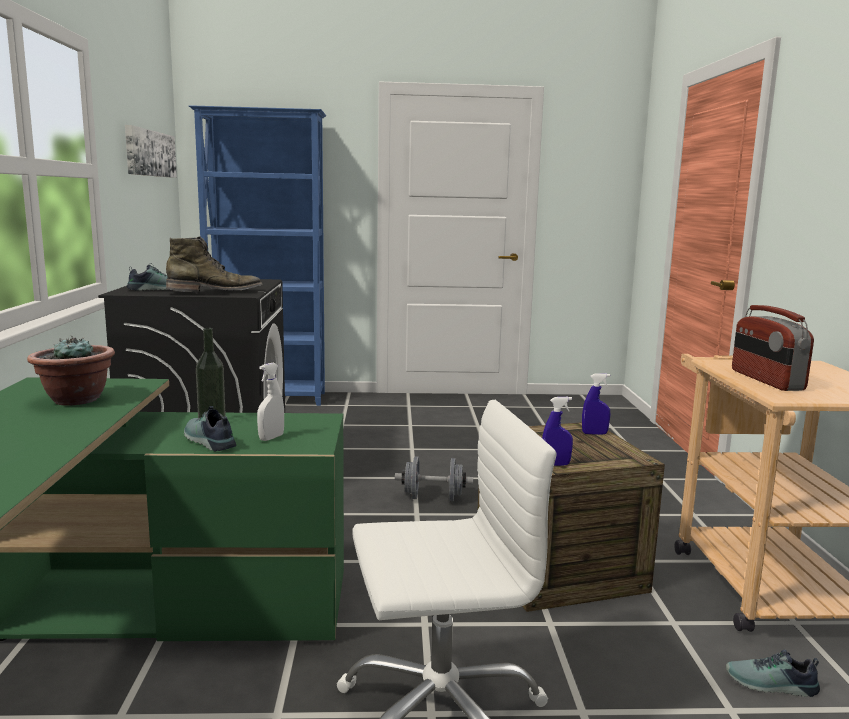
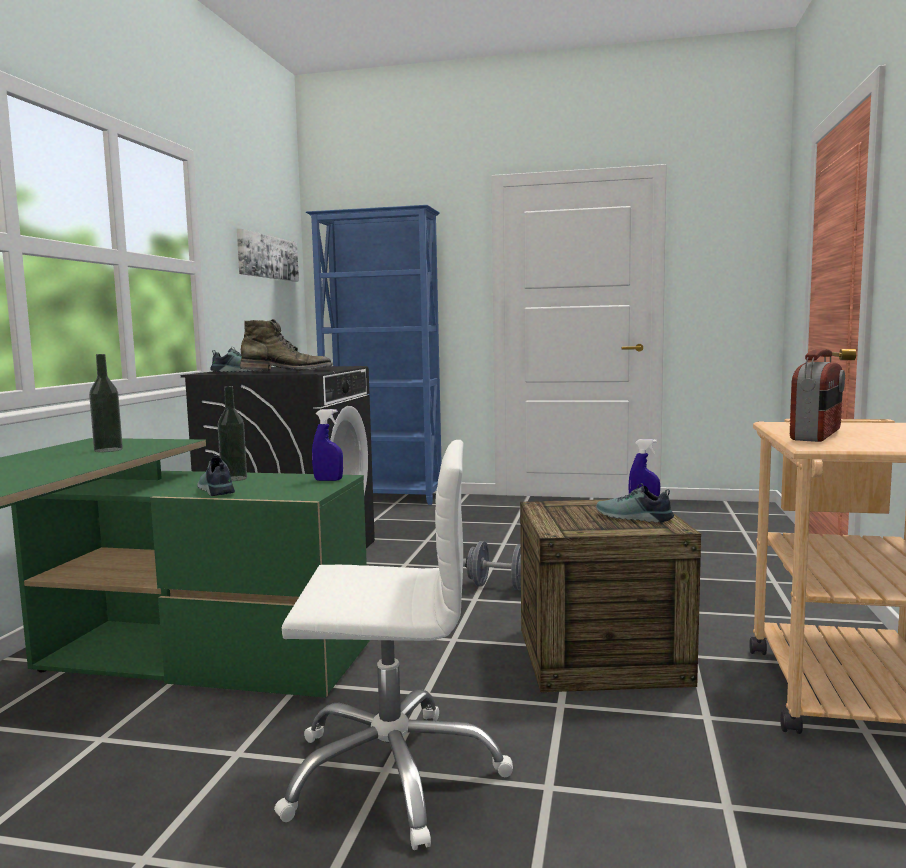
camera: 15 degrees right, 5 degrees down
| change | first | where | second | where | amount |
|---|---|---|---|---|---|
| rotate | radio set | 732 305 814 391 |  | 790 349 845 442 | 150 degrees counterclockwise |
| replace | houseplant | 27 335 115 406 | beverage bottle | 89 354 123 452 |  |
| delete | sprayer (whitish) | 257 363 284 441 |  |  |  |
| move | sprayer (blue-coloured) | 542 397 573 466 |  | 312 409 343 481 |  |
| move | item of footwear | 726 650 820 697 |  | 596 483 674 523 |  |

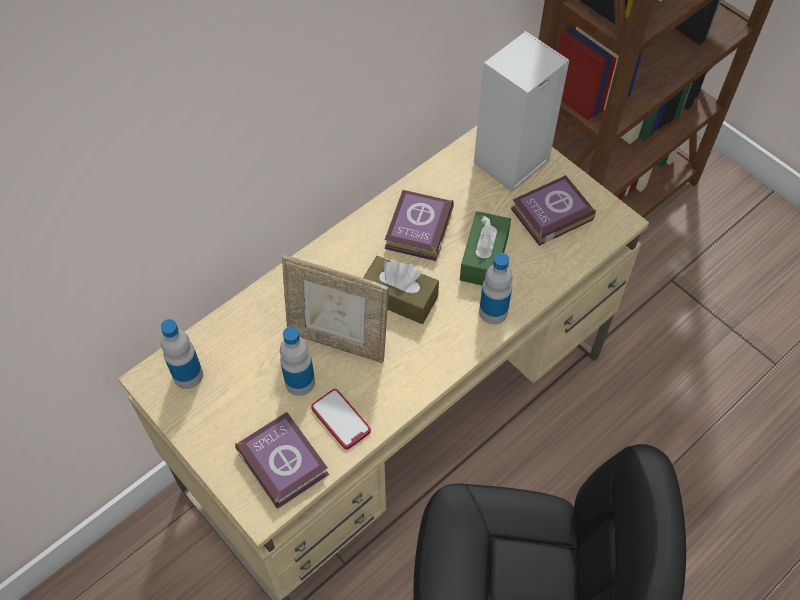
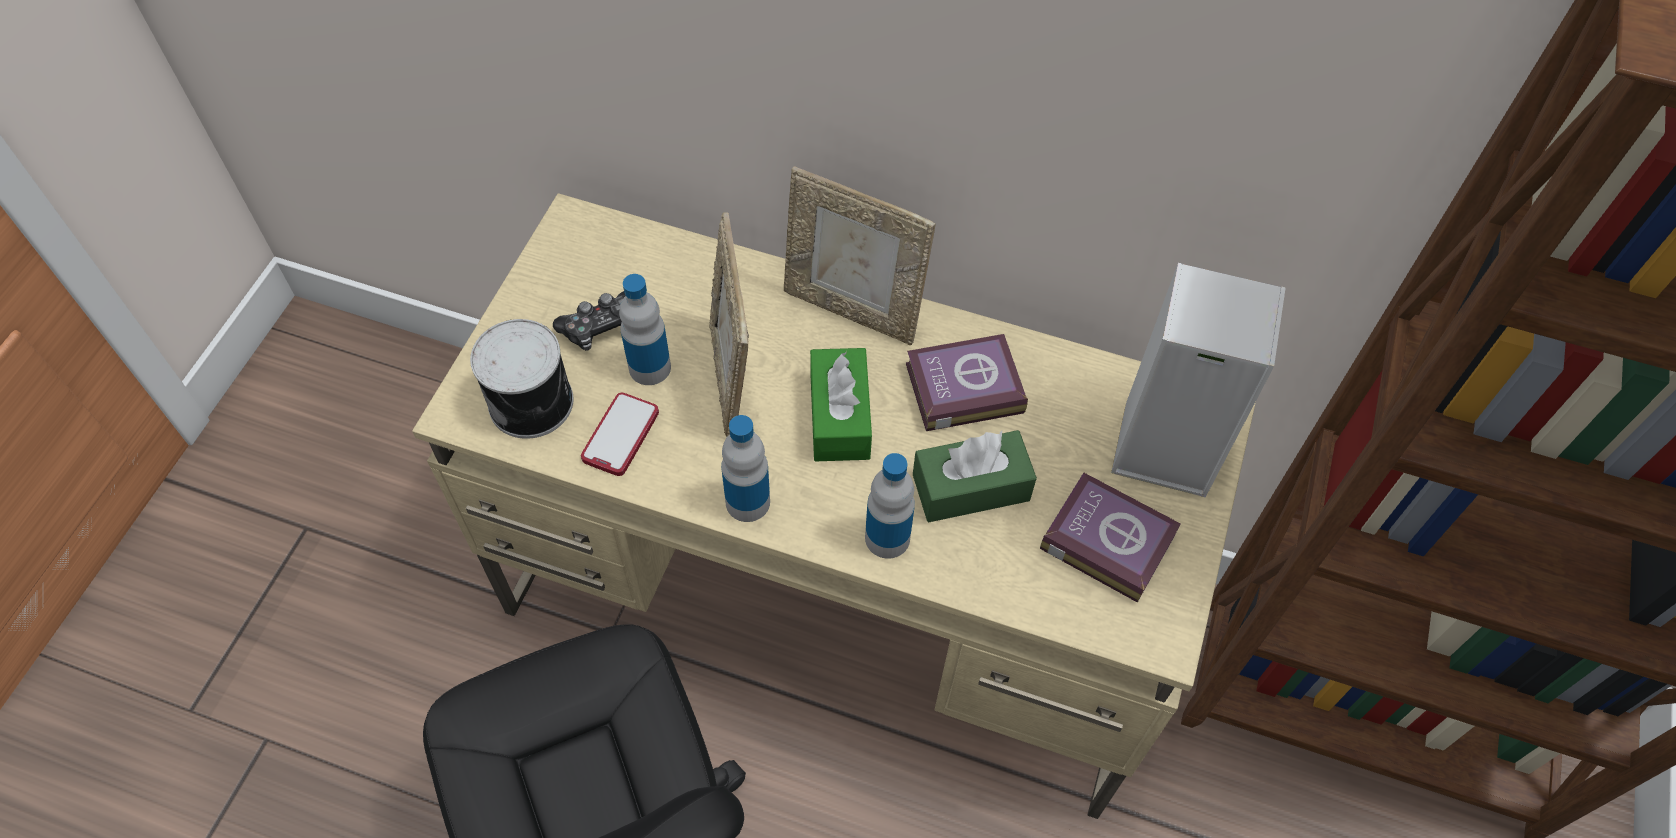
camera: 60 degrees right, 0 degrees up
| change | first | where | second | where | amount |
|---|---|---|---|---|---|
| recolor | box of tissues (brown) | 363 256 439 324 | box of tissues (greenish) | 810 348 872 461 |  |
| move | beverage bottle | 161 319 203 389 |  | 721 415 770 522 |  |
| replace | bound book | 235 412 329 509 | can | 470 319 574 439 |  |
| insert |  |  | standing frame | 784 166 936 345 |  |
| insert |  |  | game controller | 553 291 626 351 |  |

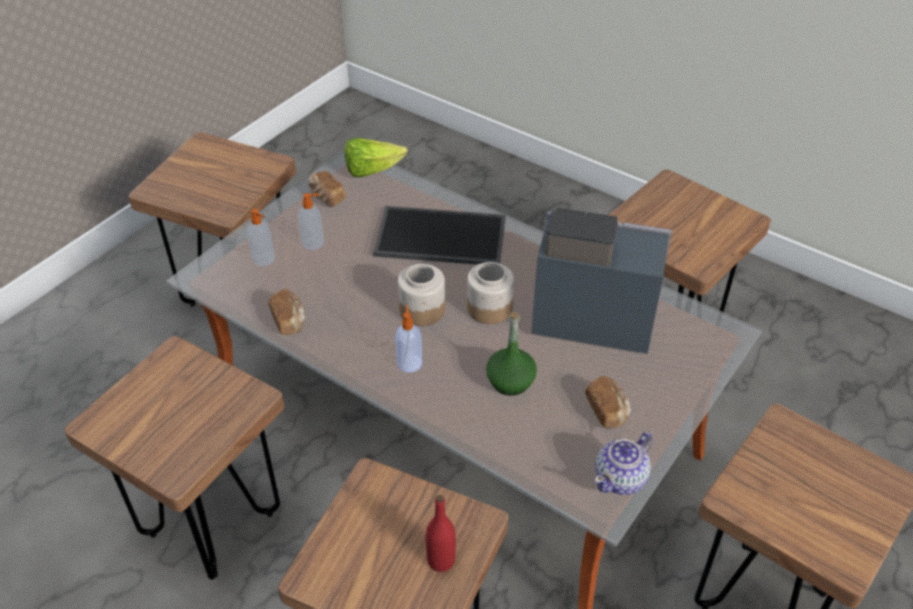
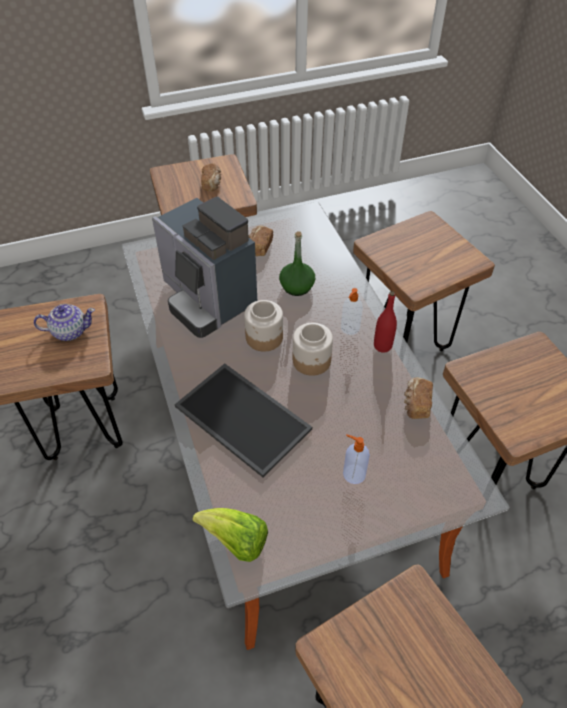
camera: 145 degrees left, 5 degrees up
| change | first | where | second | where | amount |
|---|---|---|---|---|---|
| move | bakery bread | 308 171 346 207 |  | 201 163 221 191 |  |
| delete | soap dispenser | 247 209 275 266 |  |  |  |
| move | pot for tea | 595 432 653 495 |  | 34 304 95 341 |  |
| move | beverage bottle (red-coloured) | 426 495 456 572 |  | 374 292 397 353 |  |

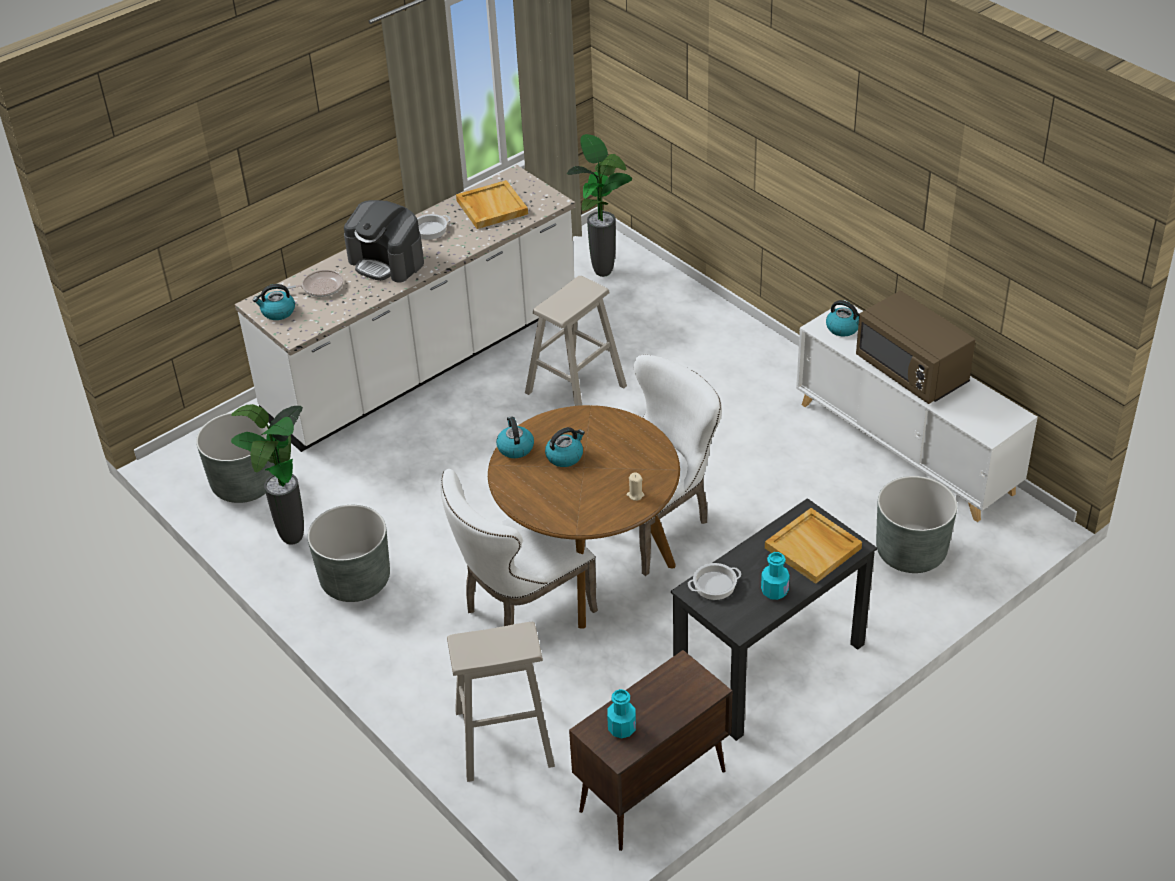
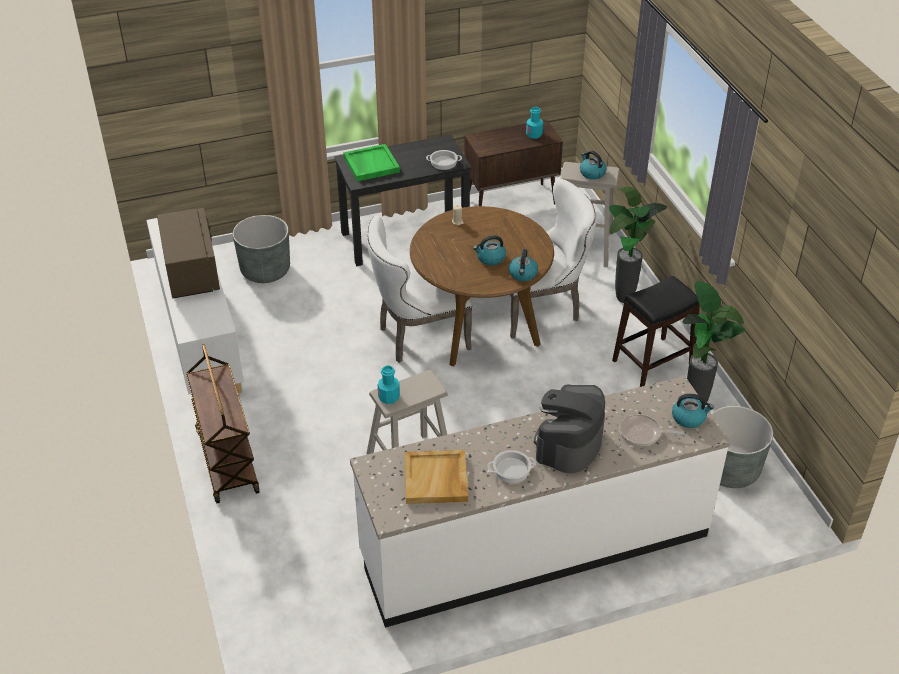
camera: 160 degrees left, 0 degrees up
| change | first | where | second | where | amount |
|---|---|---|---|---|---|
| move | houseplant | 567 134 632 277 |  | 609 187 667 303 |  |
| rotate | coffee brewer | 344 200 424 282 |  | 534 384 605 473 | 120 degrees counterclockwise |
| move | water kettle | 826 300 859 336 |  | 580 151 607 179 |  |
| replace | planter (gray) | 308 505 390 602 | stool (black) | 612 276 700 387 |  |
| recolor | carrying tray (sand-coloured) | 765 508 862 584 | carrying tray (greenish) | 343 144 400 181 |  |
| move | beverage bottle (turquoise-coloured) | 761 552 790 600 |  | 378 365 400 404 |  |
| insert |  |  | cart (brown) | 186 344 260 503 |  |

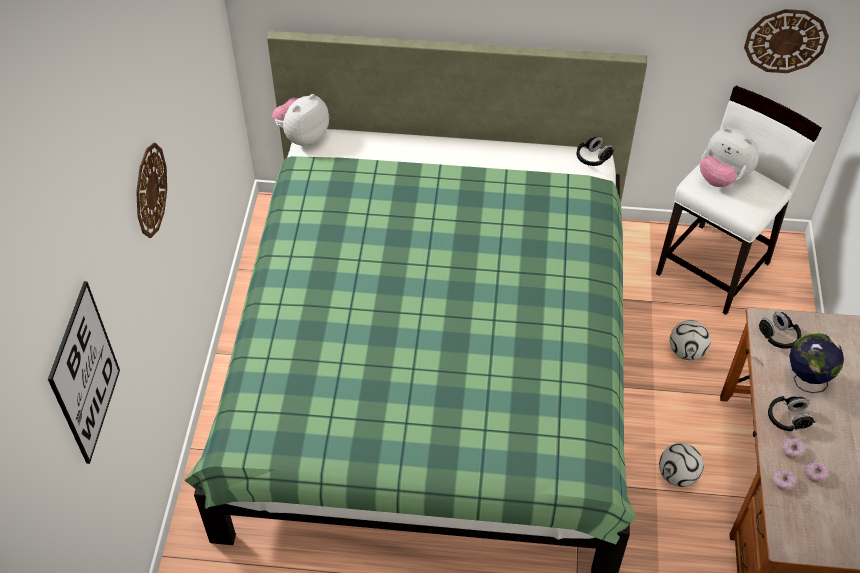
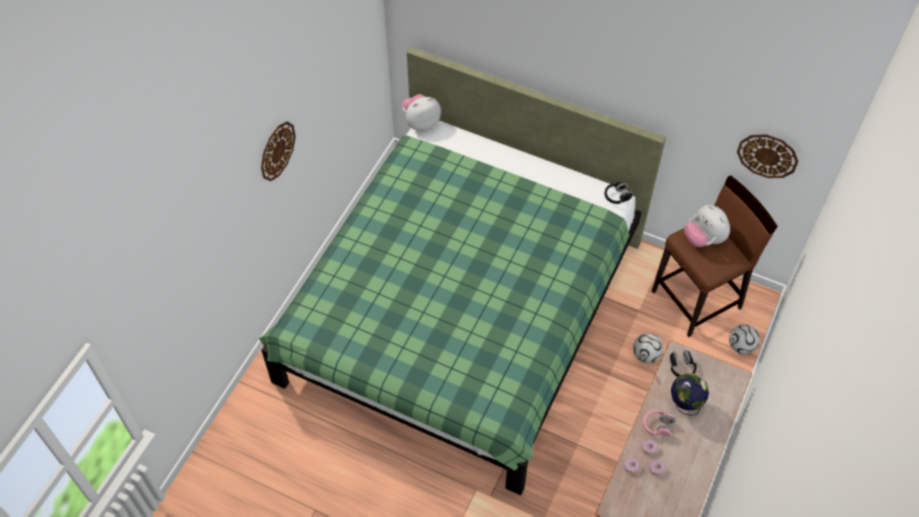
camera: 20 degrees right, 5 degrees up
| change | first | where | second | where | amount |
|---|---|---|---|---|---|
| recolor | stool (whitish) | 656 86 822 315 | stool (brown) | 652 176 778 337 |  |
| delete | wall picture | 48 281 120 464 |  |  |  |
| recolor | headset (black) | 768 396 816 432 | headset (pink) | 643 410 675 436 |  |
| move | ball for football | 659 443 704 487 |  | 729 324 760 354 |  |

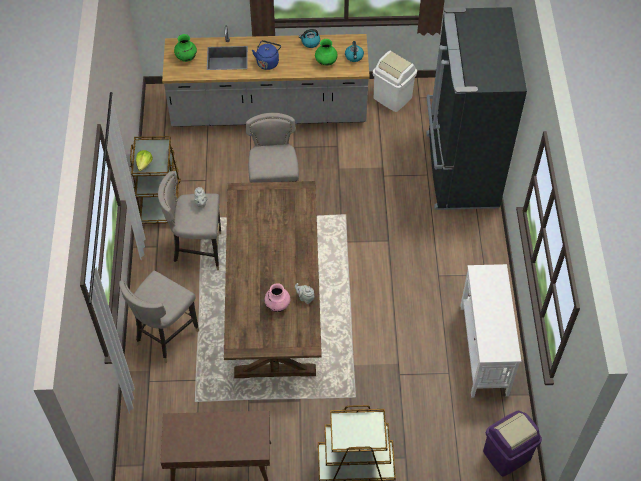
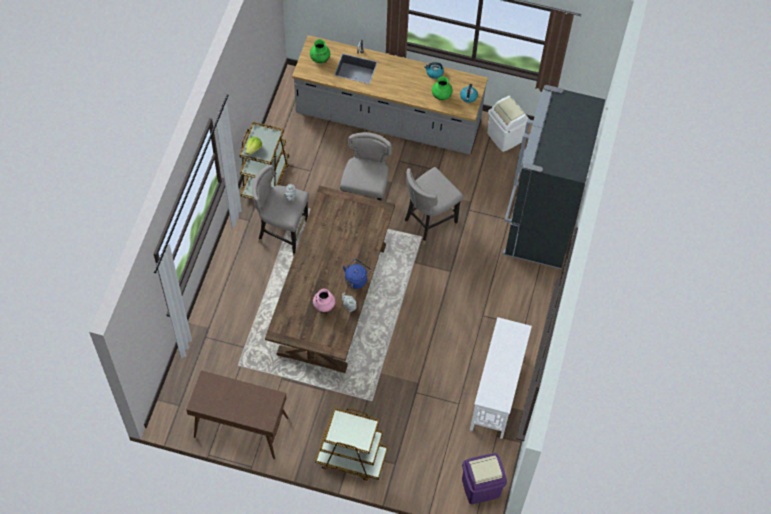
camera: 15 degrees right, 5 degrees up
| change | first | where | second | where | amount |
|---|---|---|---|---|---|
| move | water kettle (blue-coloured) | 252 40 281 70 |  | 343 259 371 289 |  |
| move | stool (gray) | 119 271 199 363 |  | 403 167 463 245 |  |

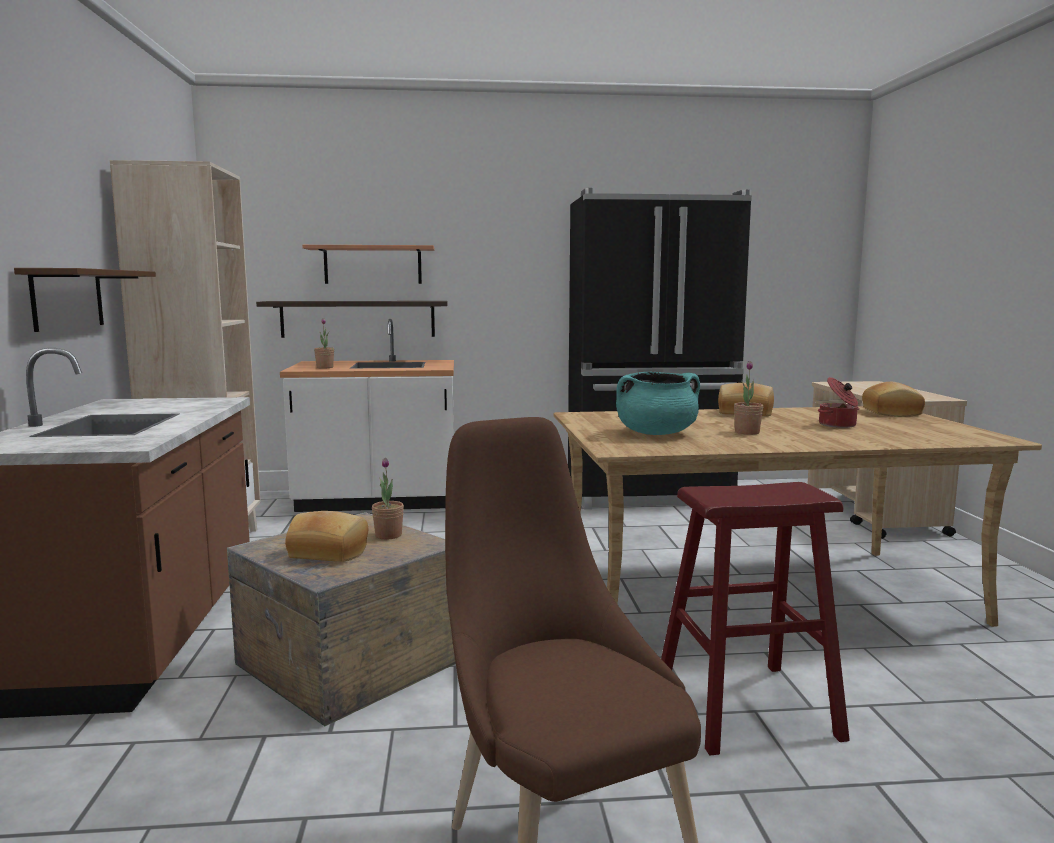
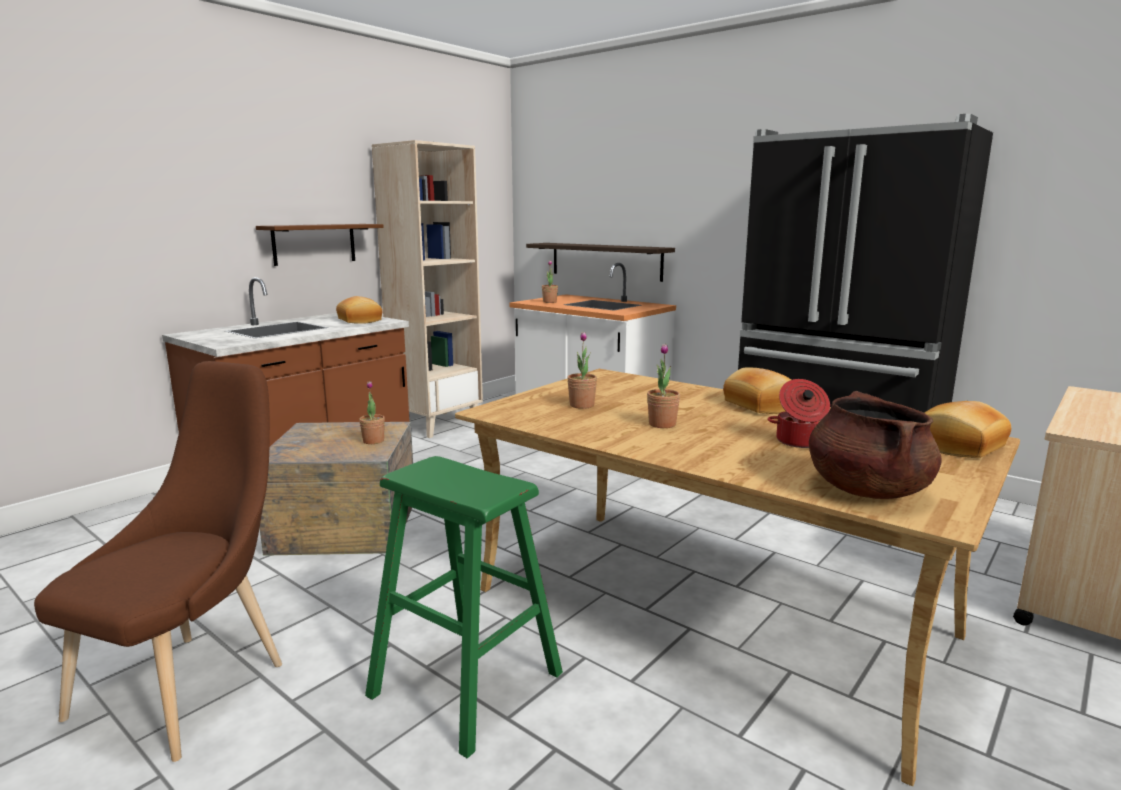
camera: 45 degrees right, 5 degrees up
| change | first | where | second | where | amount |
|---|---|---|---|---|---|
| delete | wall shelf | 302 245 435 284 |  |  |  |
| replace | stockpot (turquoise-coloured) | 616 371 700 435 | houseplant | 567 332 597 409 |  |
| recolor | stool (red-coloured) | 661 482 850 755 | stool (greenish) | 365 456 563 759 |  |
| move | bakery bread | 285 511 368 562 |  | 336 296 382 324 |  |
| insert |  |  | stockpot (brown) | 809 391 942 499 |  |

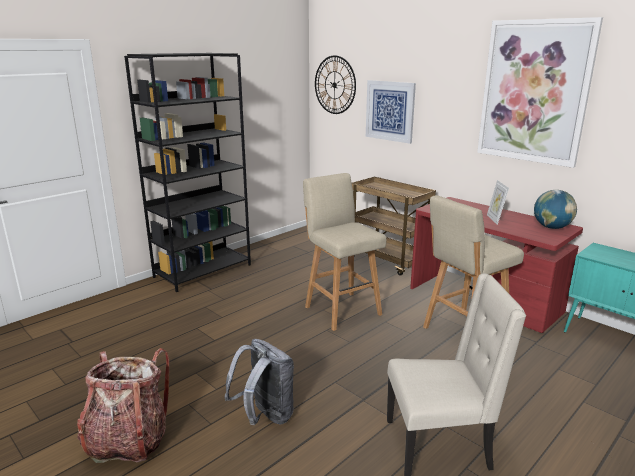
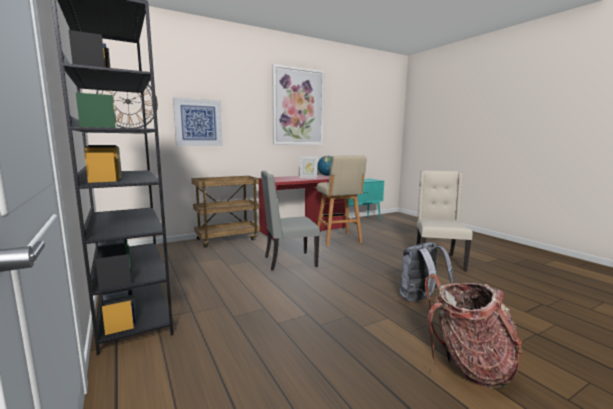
camera: 75 degrees left, 10 degrees down
| change | first | where | second | where | amount |
|---|---|---|---|---|---|
| replace | stool (sand-coloured) | 303 173 387 331 | plain chair (gray) | 261 171 320 271 |  |

